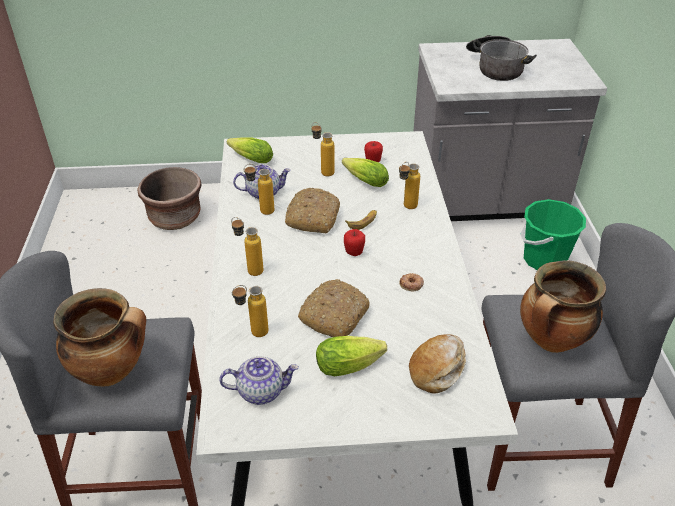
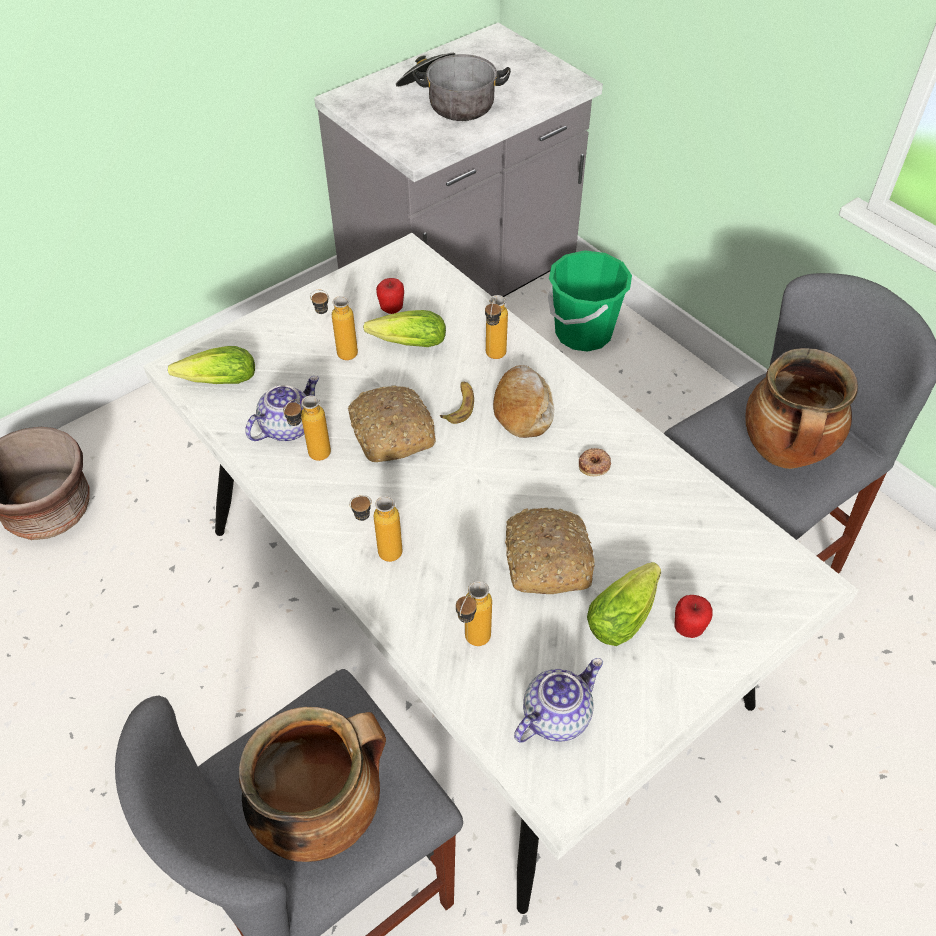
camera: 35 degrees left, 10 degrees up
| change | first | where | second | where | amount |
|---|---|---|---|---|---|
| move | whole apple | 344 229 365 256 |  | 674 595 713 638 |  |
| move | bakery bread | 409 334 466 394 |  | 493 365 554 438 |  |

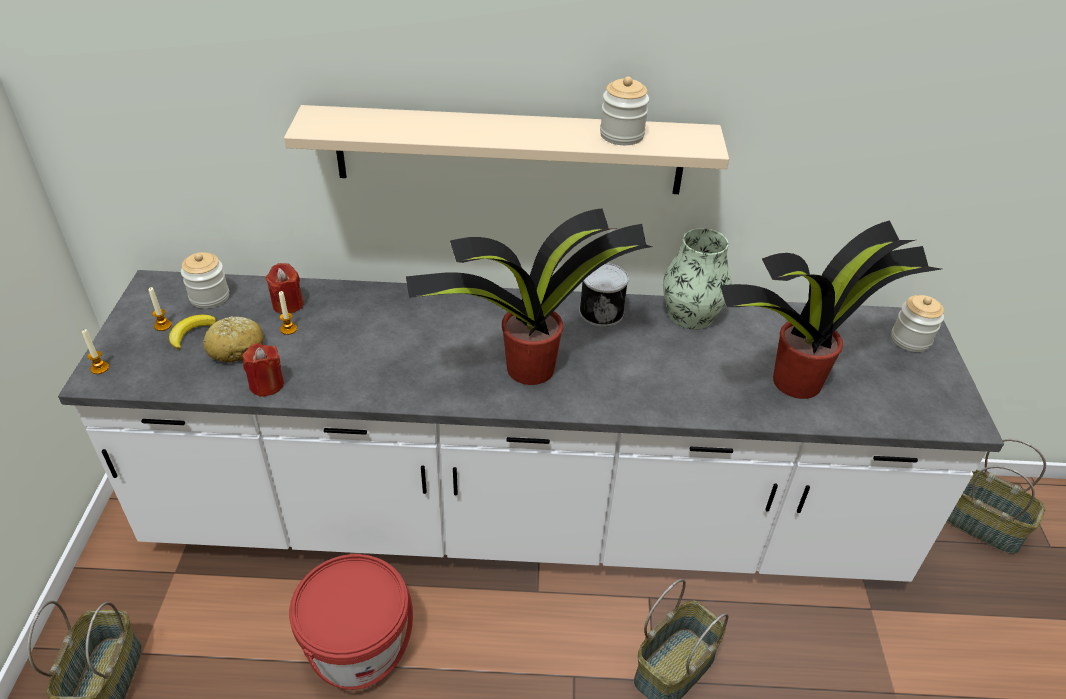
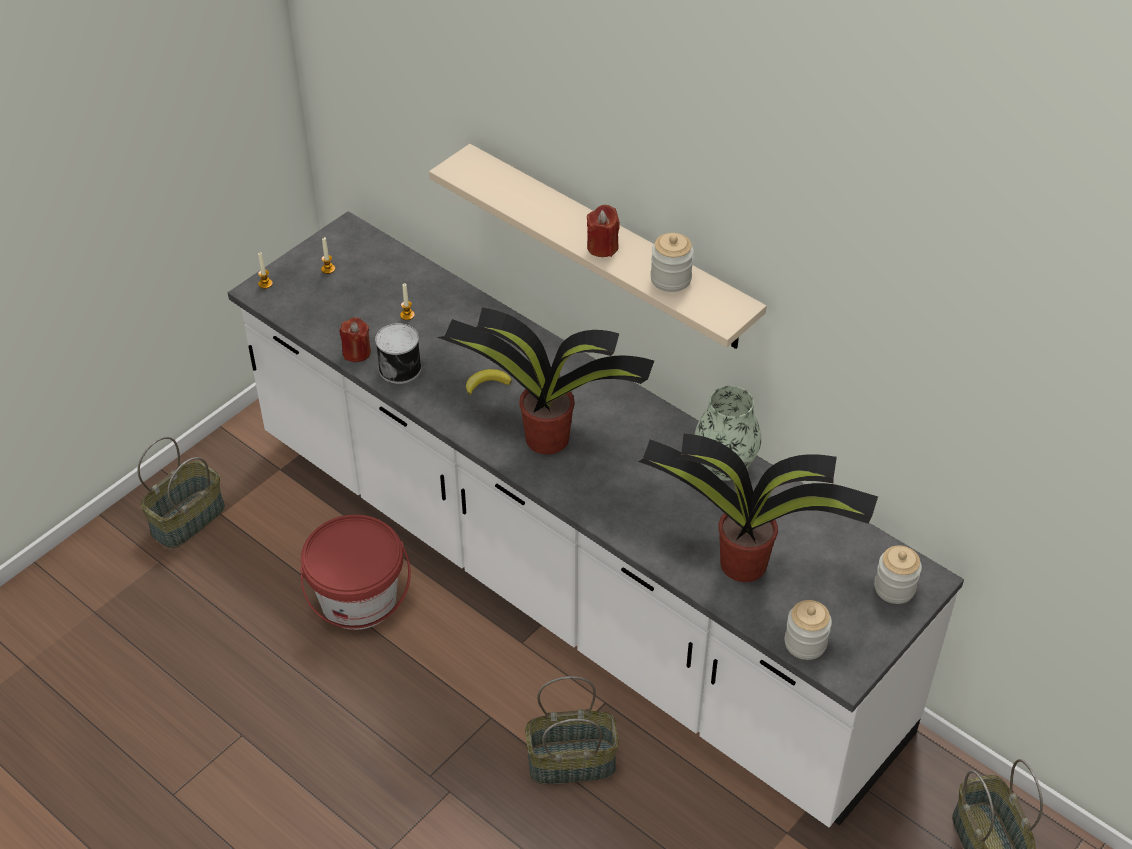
camera: 40 degrees right, 5 degrees up
| change | first | where | second | where | amount |
|---|---|---|---|---|---|
| move | jar | 181 252 229 309 |  | 785 600 832 660 |  |
| move | wax candle (red-coloured) | 265 263 304 314 |  | 587 205 620 257 |  |
| move | can | 579 263 629 327 |  | 375 323 421 384 |  |
| move | banana fruit | 169 315 216 350 |  | 466 369 512 396 |  |
| delete | bakery bread | 203 316 264 363 |  |  |  |

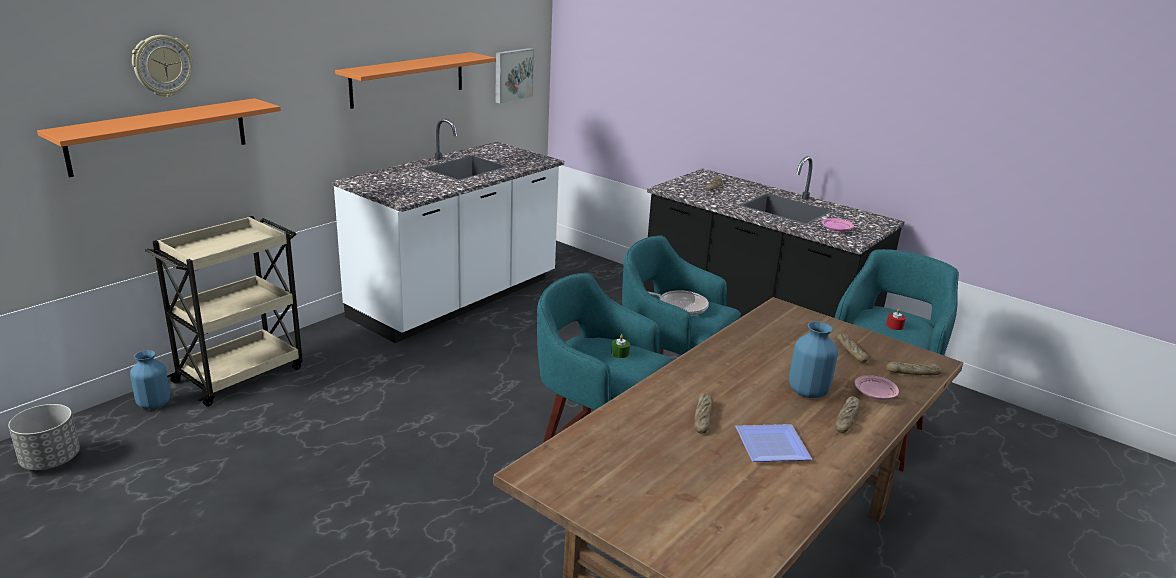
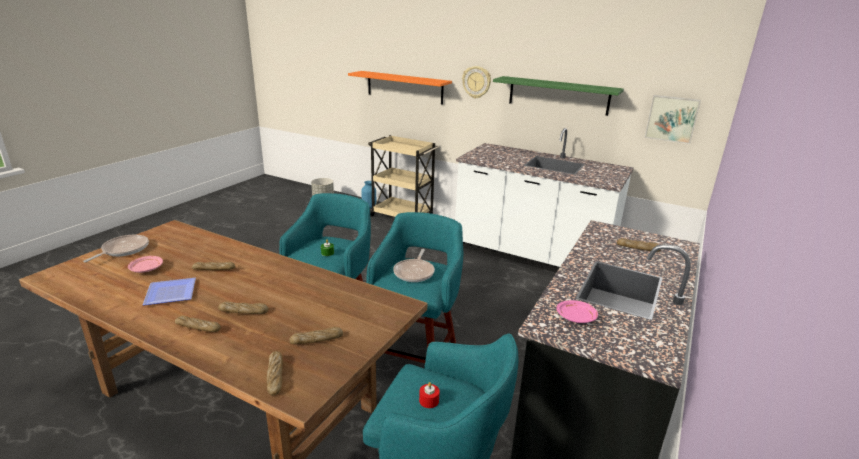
camera: 80 degrees right, 0 degrees up
| change | first | where | second | where | amount |
|---|---|---|---|---|---|
| move | clock on the wall | 132 35 193 97 |  | 462 66 491 99 |  |
| recolor | wall shelf (orange) | 335 52 496 109 | wall shelf (greenish) | 493 76 624 116 |  |
| replace | flower vase (blue-coloured) | 789 322 838 398 | bakery bread | 218 301 269 314 |  |
| move | dinner plate (pink) | 855 375 899 400 |  | 128 256 163 273 |  |
| insert |  |  | frying pan | 83 235 149 262 |  |

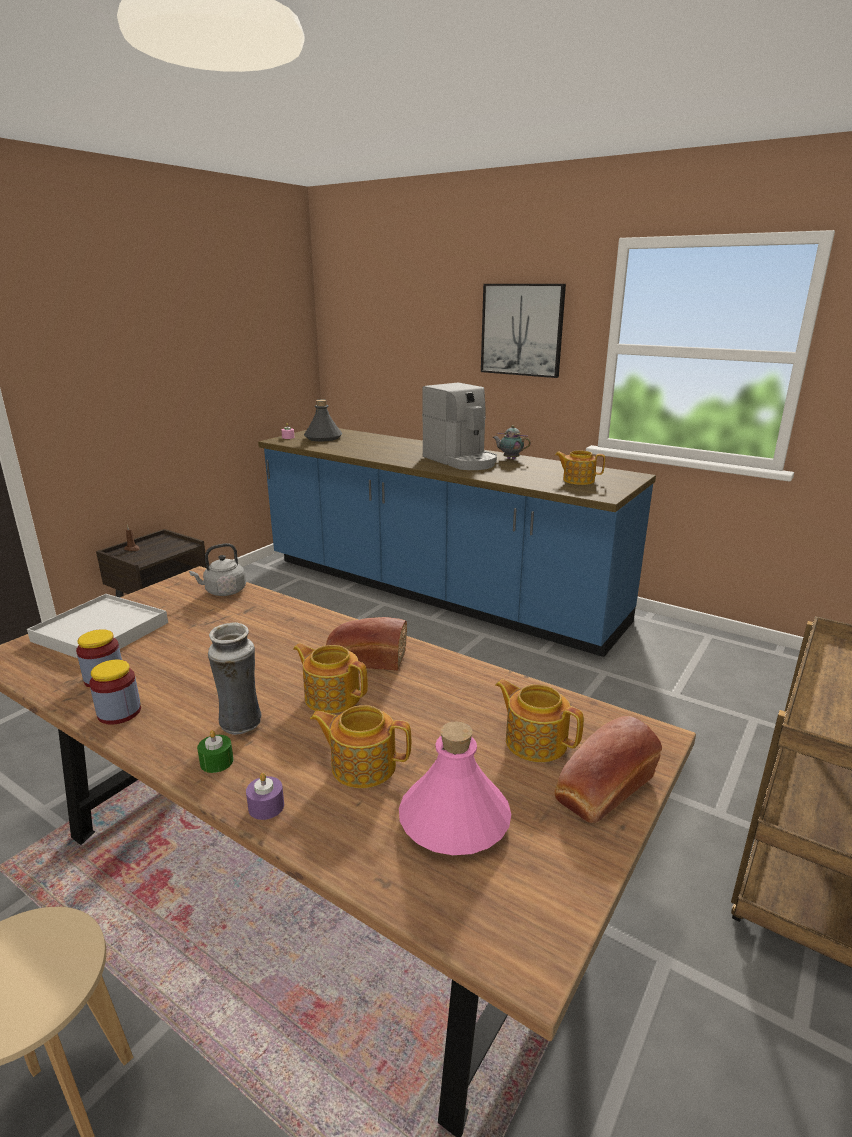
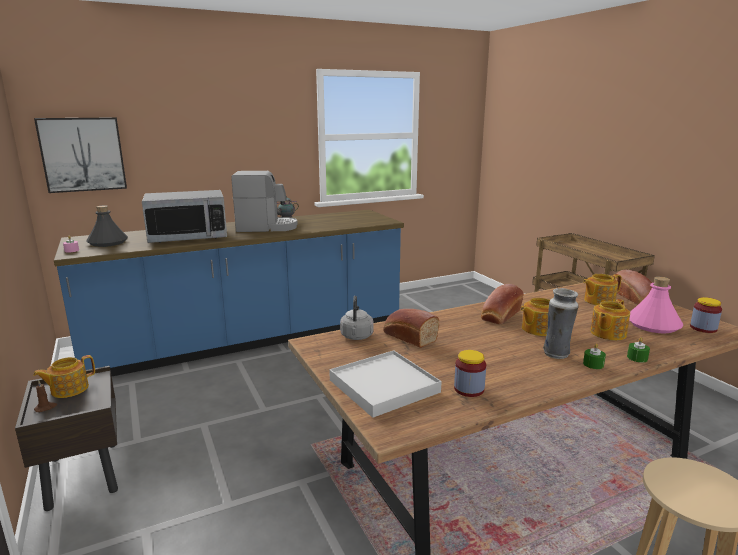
camera: 60 degrees left, 5 degrees down
| change | first | where | second | where | amount |
|---|---|---|---|---|---|
| move | wall picture | 481 284 566 378 |  | 34 117 127 193 |  |
| move | pot for tea | 555 451 605 485 |  | 33 355 95 398 |  |
| move | jar | 89 660 141 725 |  | 690 297 722 333 |  |
| recolor | wax candle (purple) | 246 773 284 820 | wax candle (greenish) | 627 337 650 362 |  |
| insert |  |  | kitchen microwave | 142 190 227 243 |  |
| insert |  |  | bakery bread | 383 309 439 348 |  |

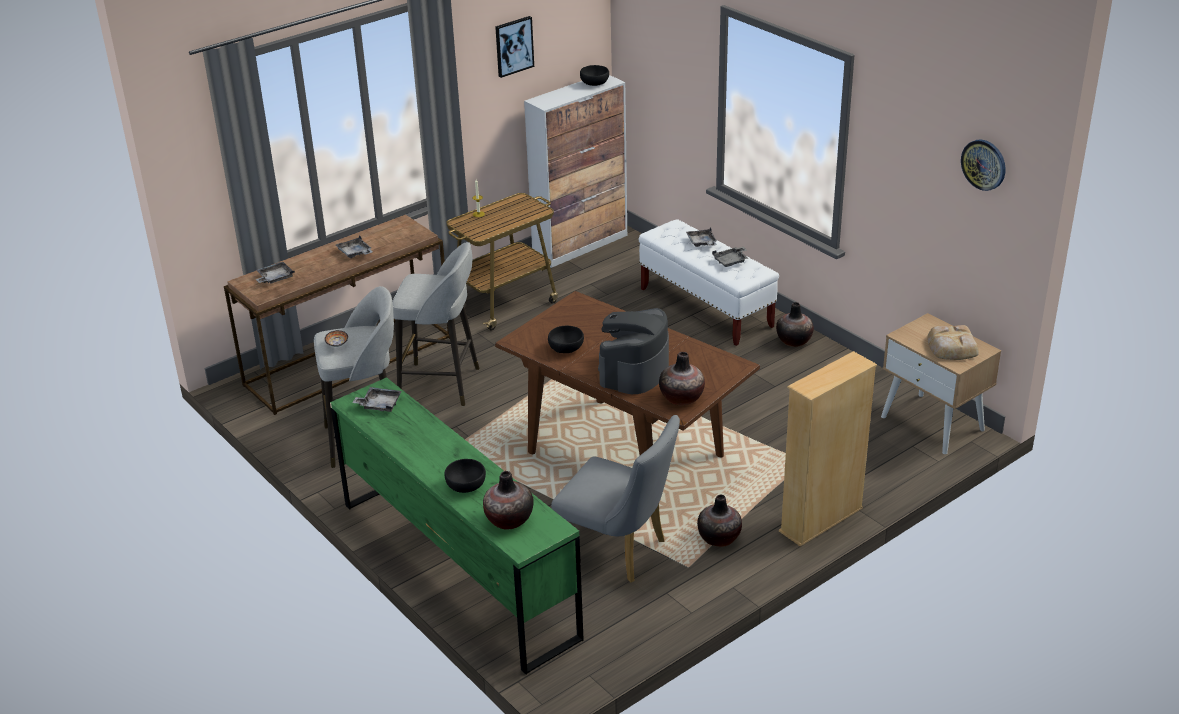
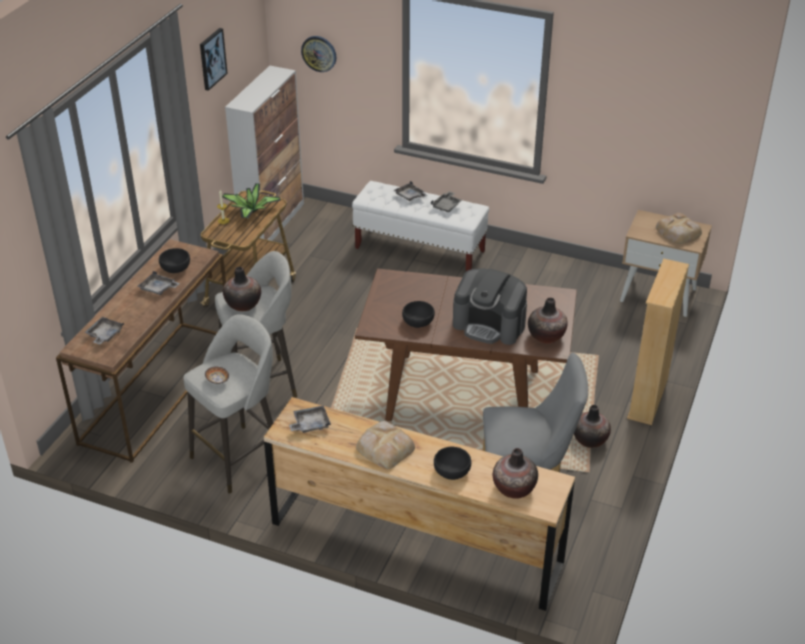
camera: 30 degrees left, 5 degrees up
| change | first | where | second | where | amount |
|---|---|---|---|---|---|
| move | bowl (black) | 580 65 609 86 |  | 159 248 190 273 |  |
| move | clock on the wall | 961 139 1006 191 |  | 301 36 336 72 |  |
| move | flower vase | 776 302 814 347 |  | 223 267 261 311 |  |
| rotate | coffee brewer | 598 308 669 394 |  | 453 269 527 345 | 60 degrees counterclockwise |
| recolor | chest of drawers (greenish) | 330 377 584 674 | chest of drawers (brown) | 264 397 575 611 |  |
| insert |  |  | houseplant | 222 183 281 219 |  |
| insert |  |  | bakery bread | 356 421 415 469 |  |

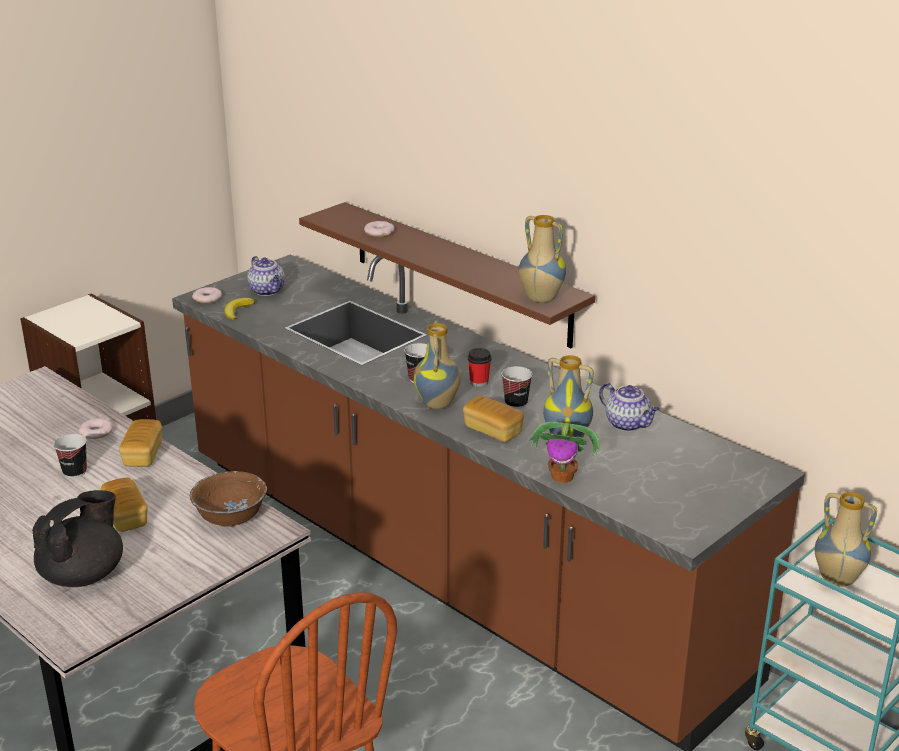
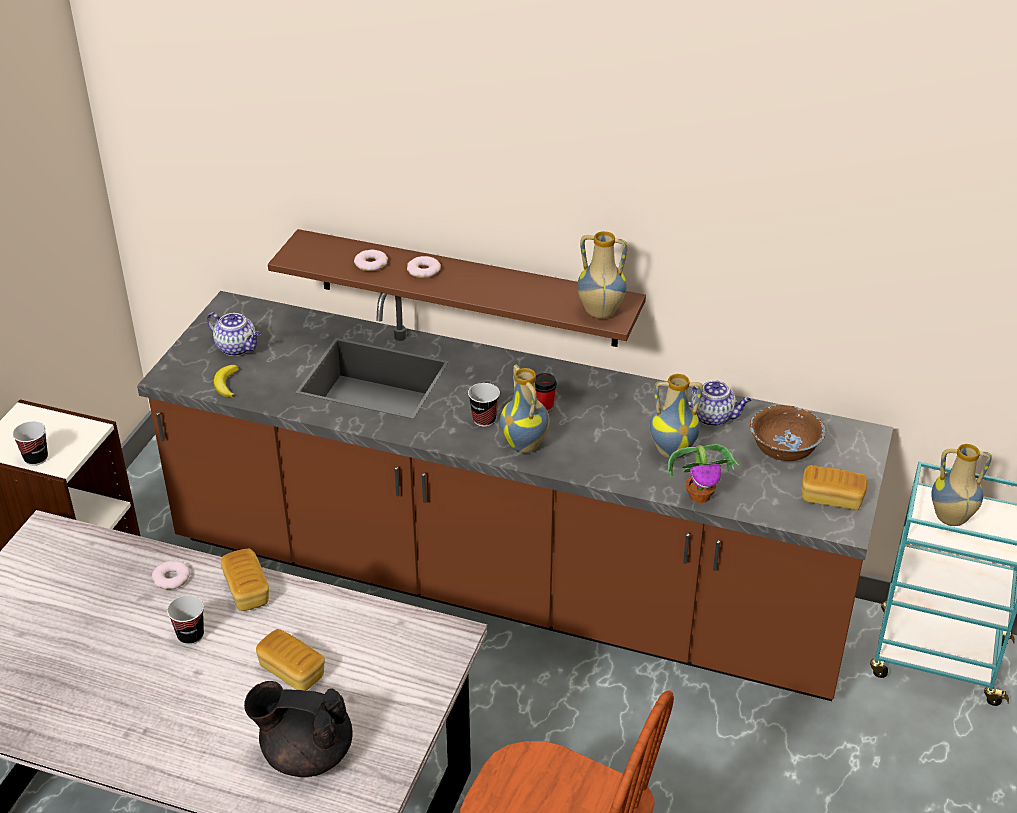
camera: 25 degrees left, 10 degrees up
| change | first | where | second | where | amount |
|---|---|---|---|---|---|
| move | ring doughnut | 192 287 222 303 |  | 407 256 441 278 |  |
| move | cup | 501 366 532 409 |  | 12 421 48 466 |  |
| move | bakery bread | 463 396 524 442 |  | 801 465 867 510 |  |
| move | bowl (brown) | 190 471 267 527 |  | 750 405 825 461 |  |
| rotate | pot for tea (black) | 32 490 123 587 |  | 244 681 353 777 | 90 degrees counterclockwise |

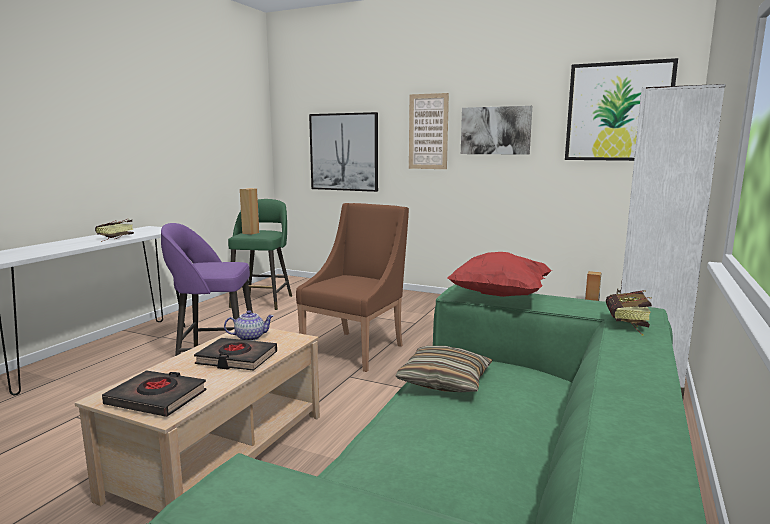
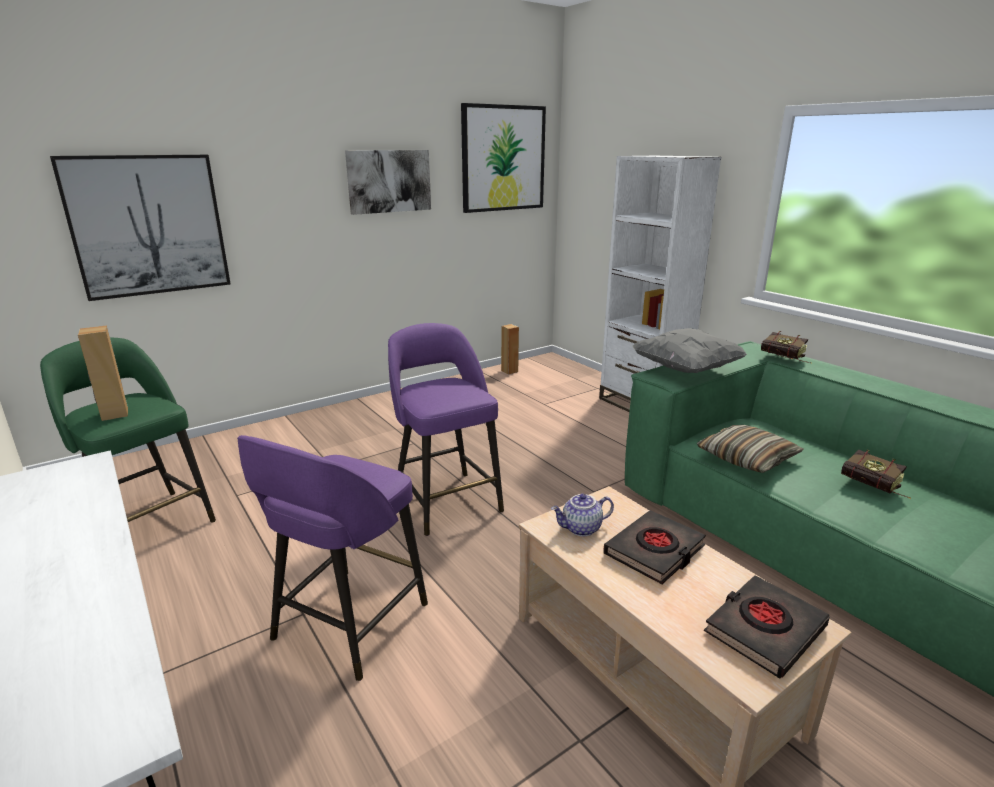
camera: 60 degrees left, 10 degrees up
| change | first | where | second | where | amount |
|---|---|---|---|---|---|
| delete | wall picture | 409 93 449 169 |  |  |  |
| replace | armchair (brown) | 296 203 409 372 | stool (purple) | 388 323 504 536 |  |
| move | bound book | 95 219 134 242 |  | 841 449 911 499 |  |
| recolor | throw pillow (red-coloured) | 447 252 553 297 | throw pillow (gray) | 633 328 747 373 |  |
| rotate | pot for tea | 224 310 274 341 |  | 551 494 614 536 | 120 degrees counterclockwise |

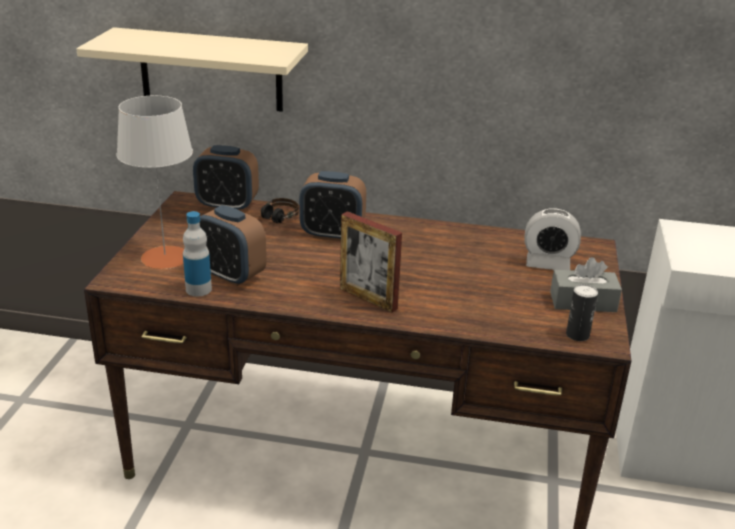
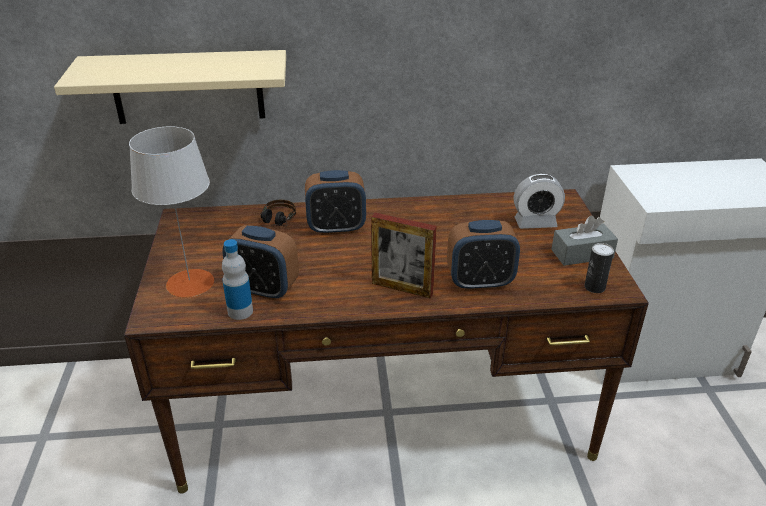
camera: 15 degrees left, 5 degrees up
| change | first | where | second | where | amount |
|---|---|---|---|---|---|
| move | table clock | 193 145 259 211 |  | 447 220 520 291 |  |

